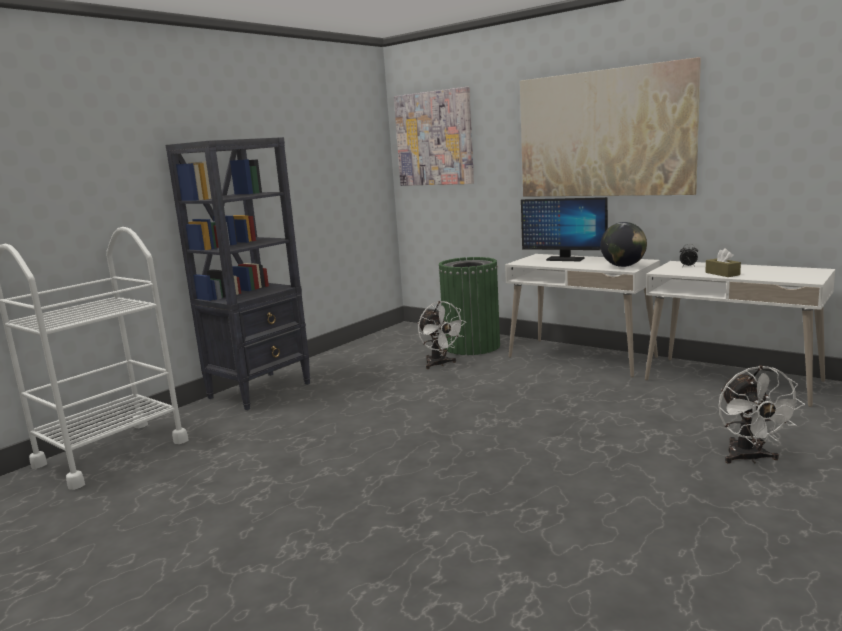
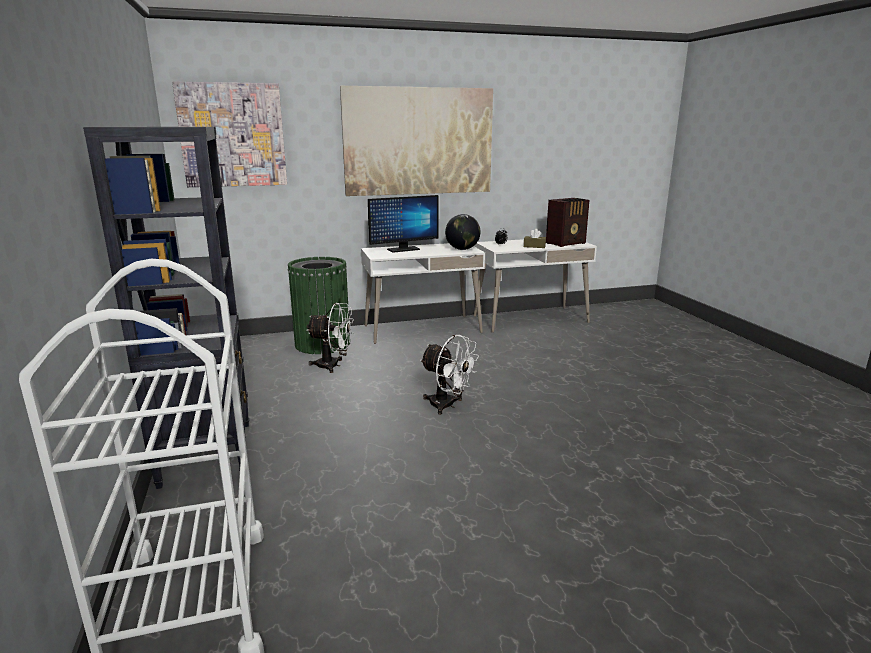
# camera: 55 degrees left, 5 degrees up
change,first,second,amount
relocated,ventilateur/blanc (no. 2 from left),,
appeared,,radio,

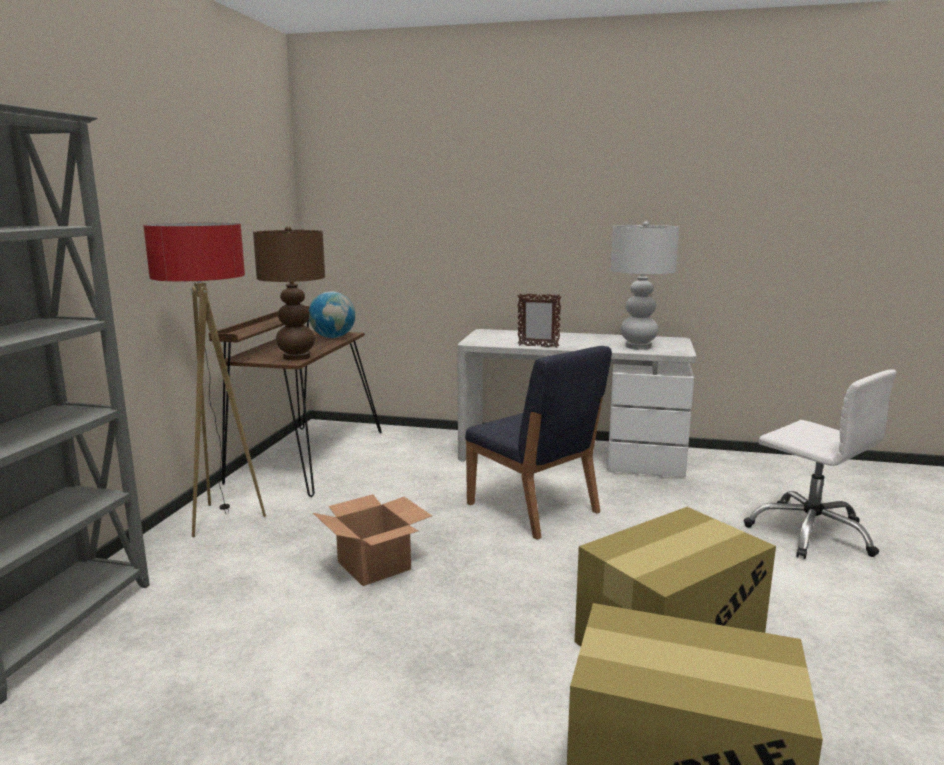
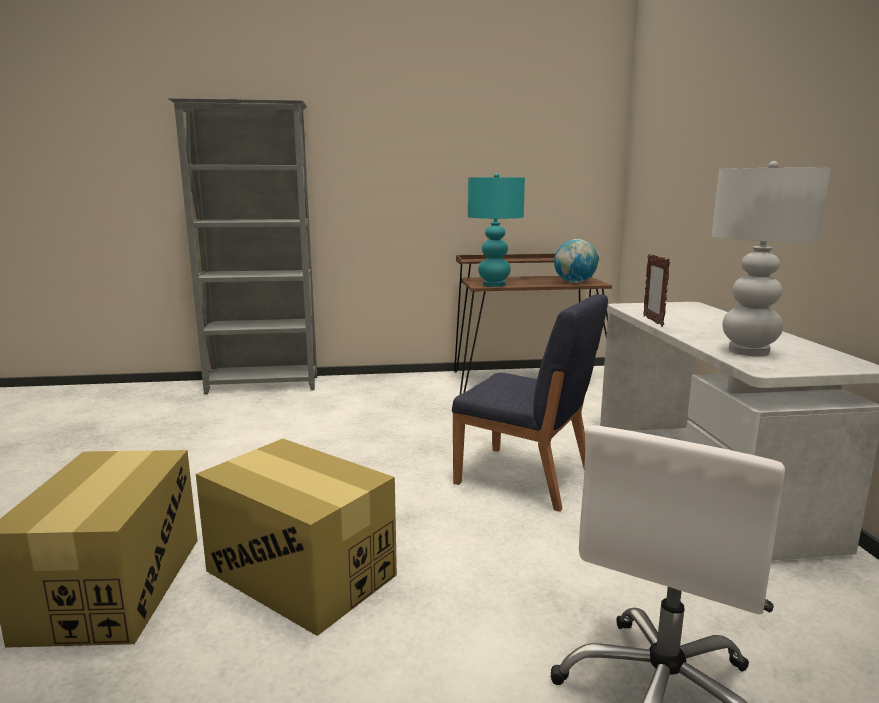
# camera: 70 degrees right, 0 degrees up
change,first,second,amount
spun,chaise/bleu,,90 degrees counterclockwise
colour,lampe de table/marron,lampe de table/turquoise,
missing,lampadaire,,
missing,carton (no. 1 from left),,

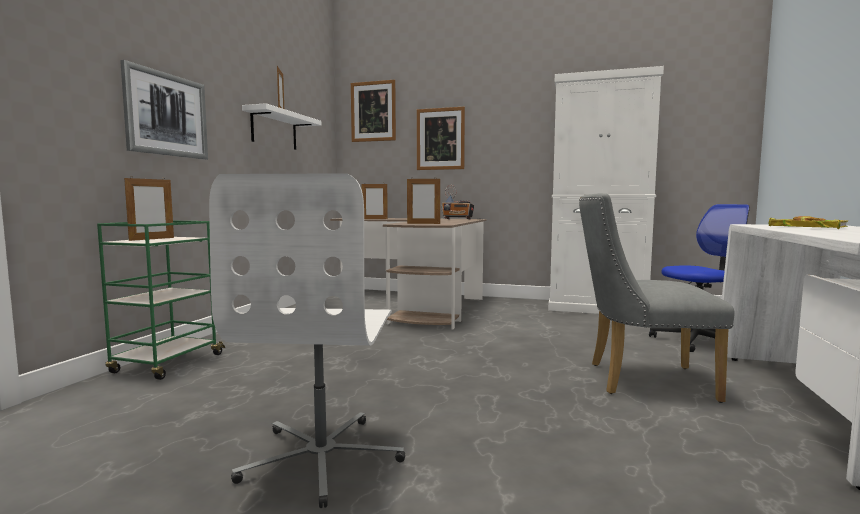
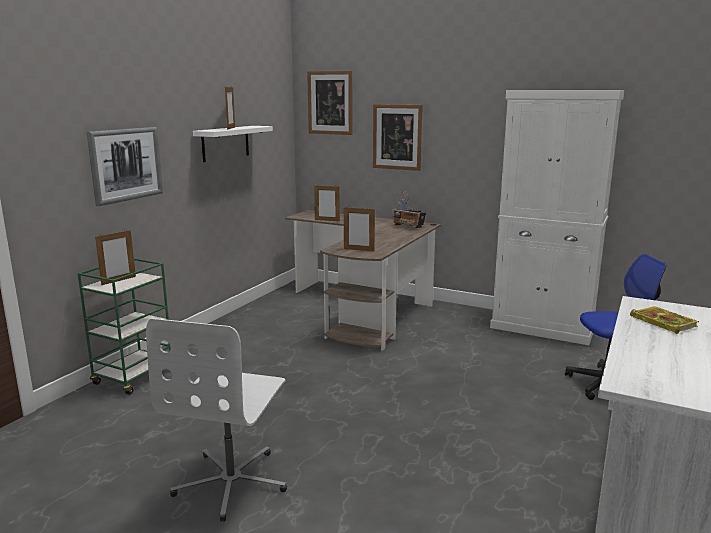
# camera: 10 degrees right, 10 degrees up
change,first,second,amount
missing,chaise/gris,,

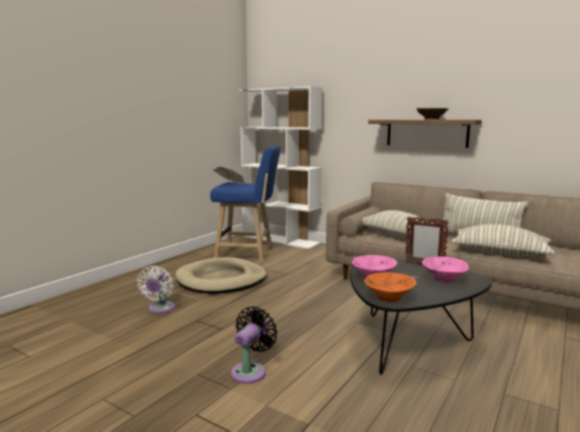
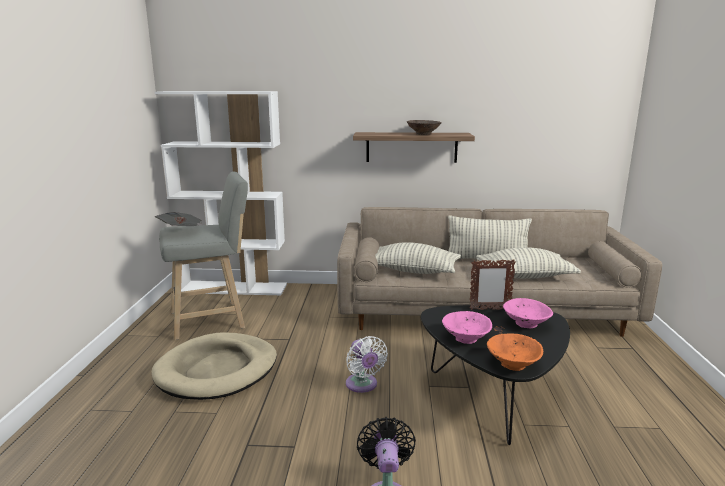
# camera: 30 degrees left, 5 degrees up
change,first,second,amount
colour,tabouret/bleu,tabouret/gris,
relocated,ventilateur/blanc,,

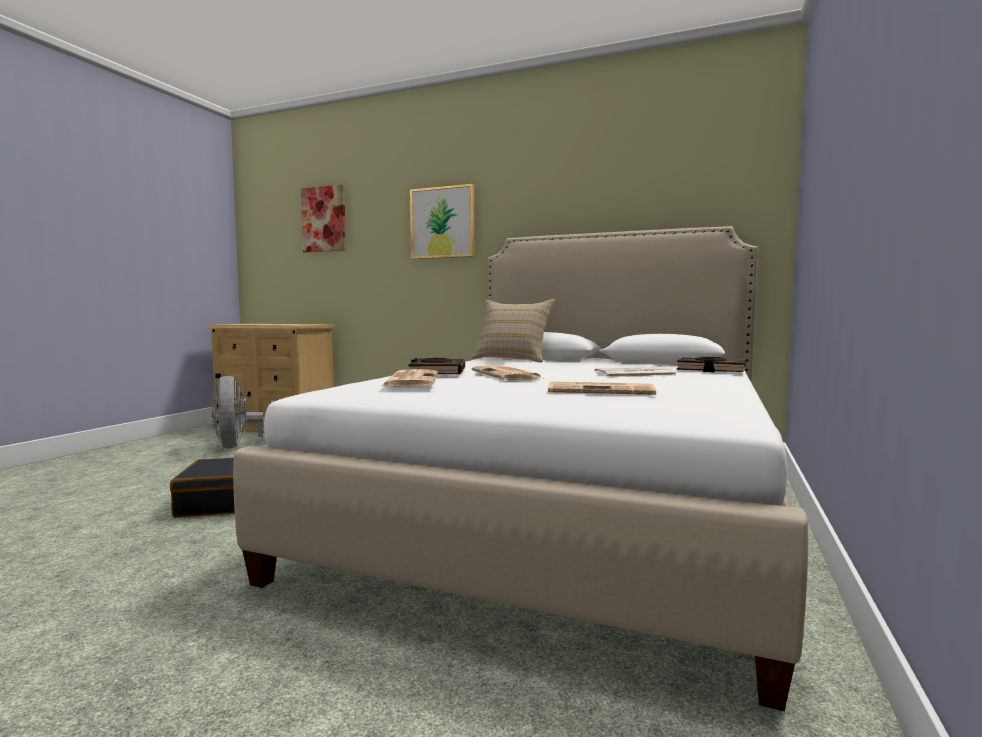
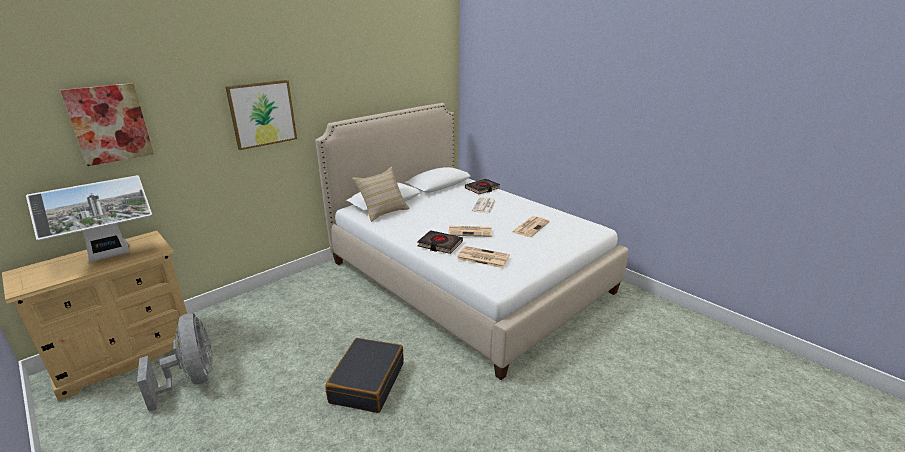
# camera: 65 degrees left, 20 degrees up
change,first,second,amount
appeared,,écran d'ordinateur,
spun,ventilateur/gris,,120 degrees counterclockwise

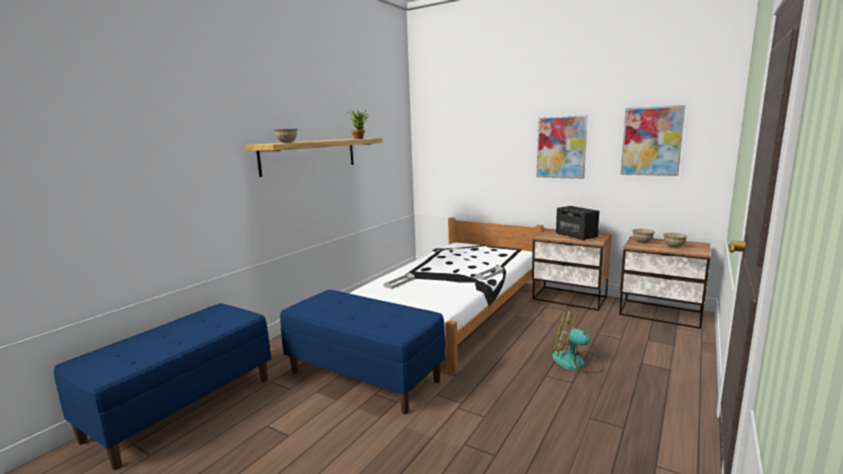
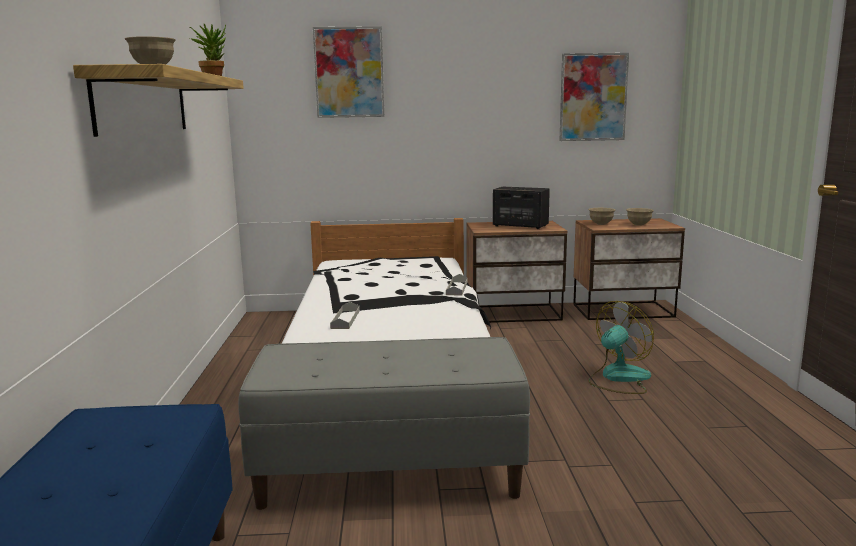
# camera: 35 degrees left, 0 degrees up
change,first,second,amount
colour,banc/bleu (no. 2 from left),banc/gris,
relocated,tableau (no. 1 from left),,
spun,ventilateur,,150 degrees clockwise

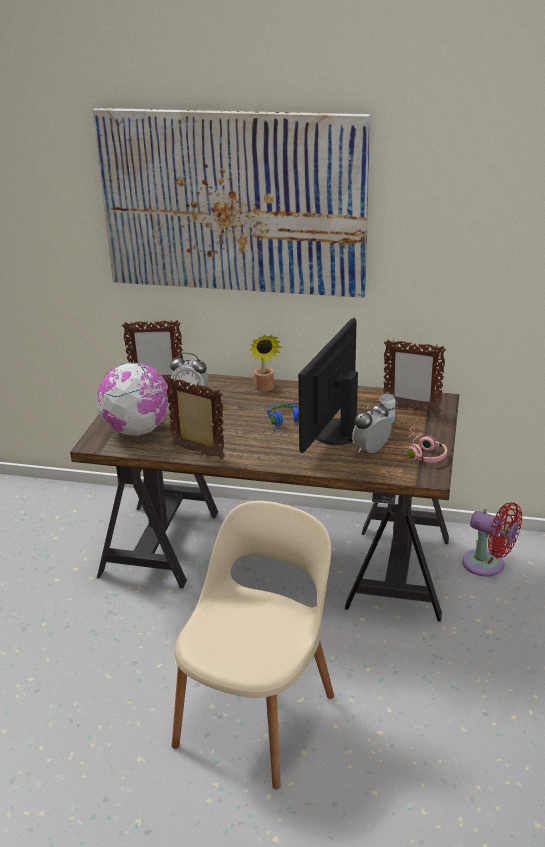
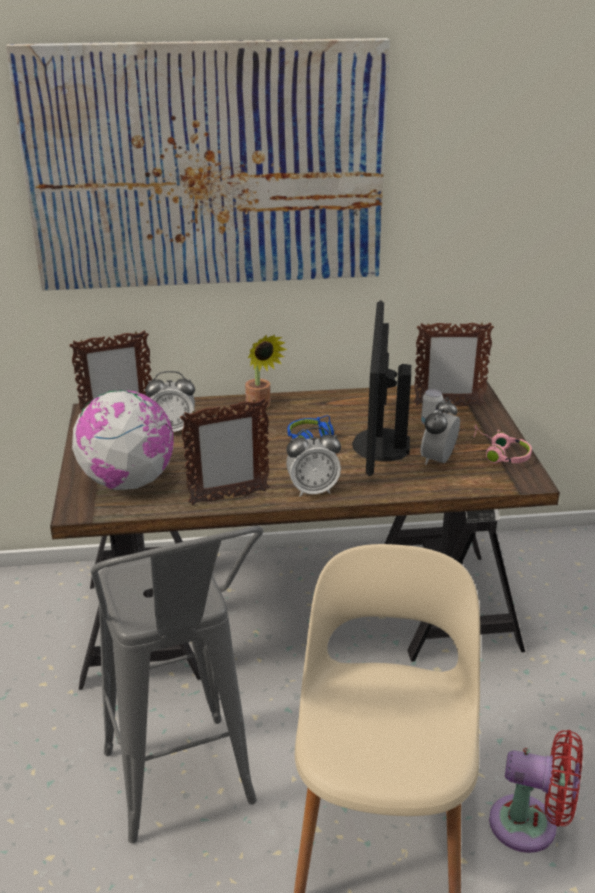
# camera: 20 degrees left, 0 degrees up
change,first,second,amount
appeared,,tabouret/gris,
spun,cadre photo (no. 2 from left),,150 degrees clockwise
appeared,,réveil (no. 2 from left),
relocated,ventilateur/rouge,,

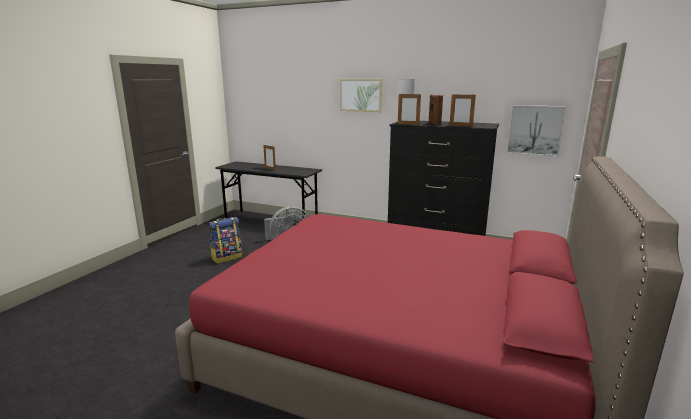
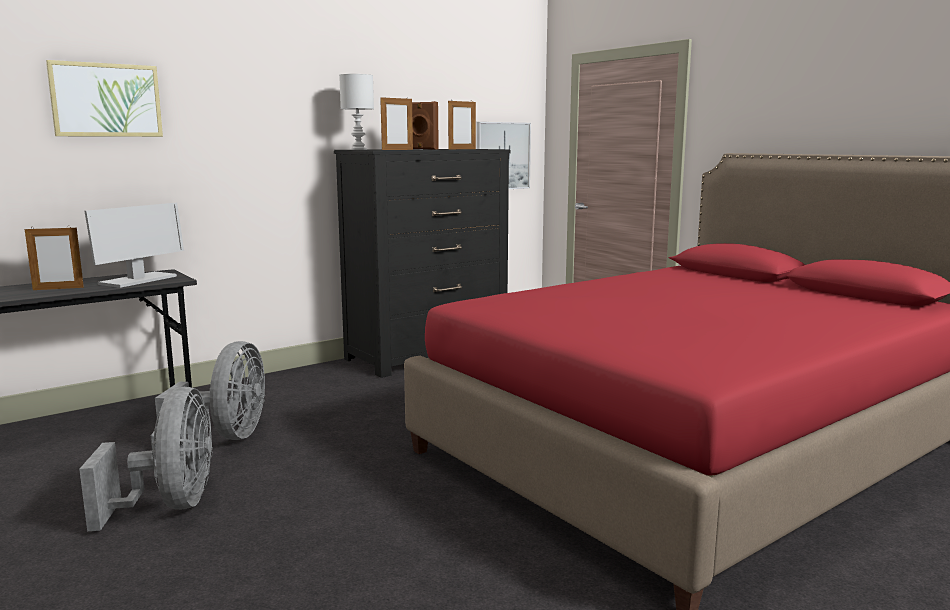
# camera: 60 degrees left, 5 degrees down
change,first,second,amount
relocated,tableau (no. 1 from left),,
exchanged,sac à dos,ventilateur/gris (no. 1 from left),
appeared,,écran d'ordinateur,

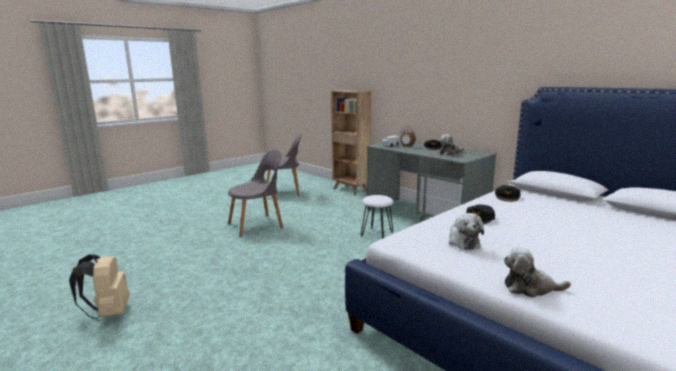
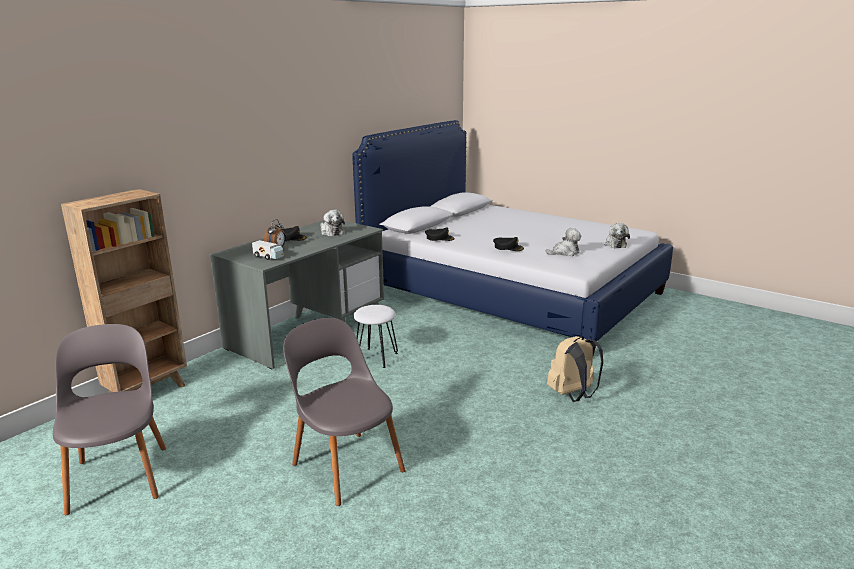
# camera: 100 degrees left, 5 degrees up
change,first,second,amount
relocated,sac à dos/beige,,

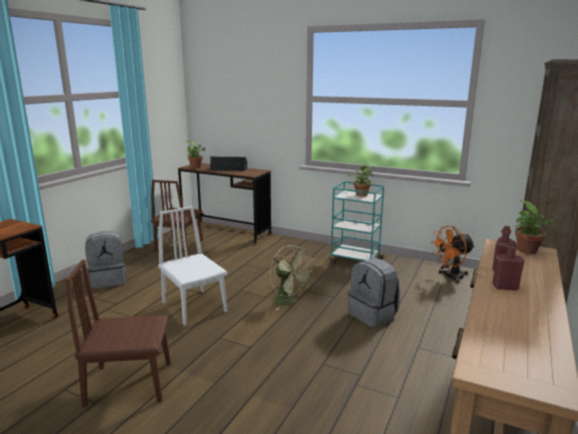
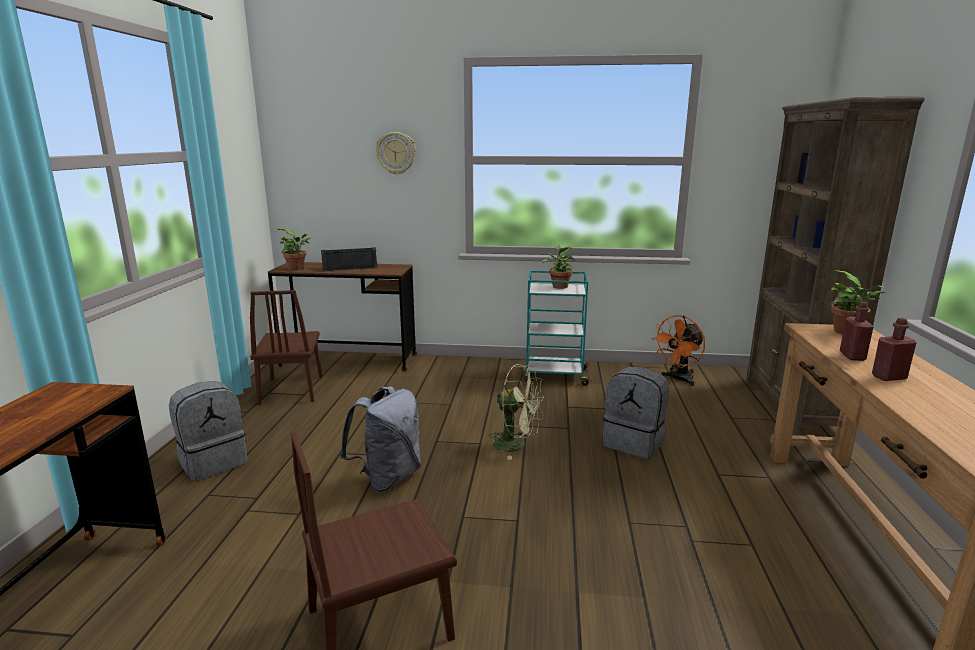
# camera: 20 degrees left, 0 degrees up
change,first,second,amount
exchanged,chaise/blanc,sac à dos/gris (no. 2 from left),
appeared,,horloge murale,

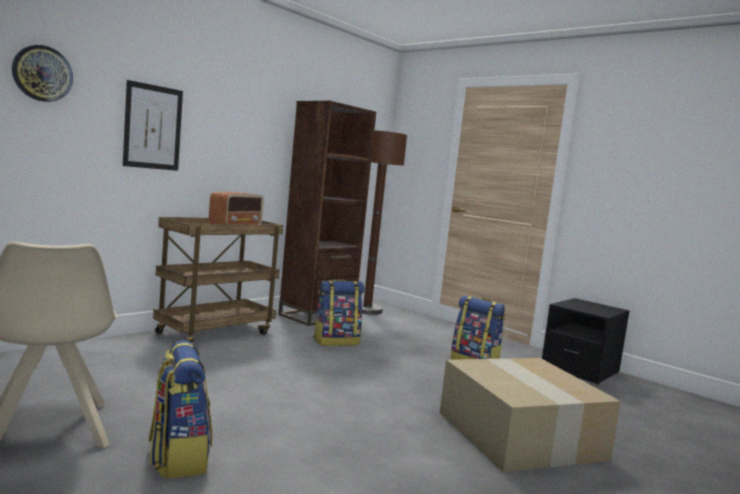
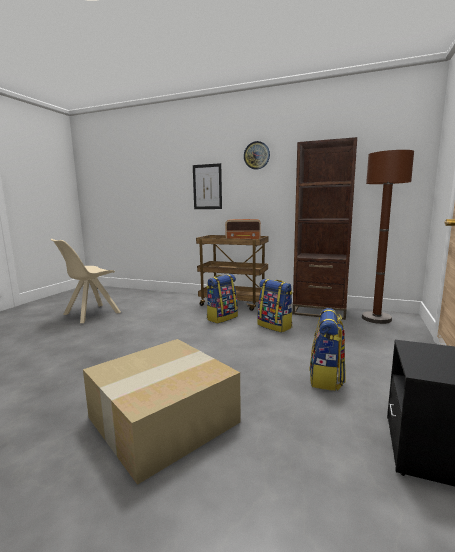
# camera: 70 degrees right, 5 degrees up
change,first,second,amount
relocated,sac à dos (no. 1 from left),,
relocated,horloge murale,,

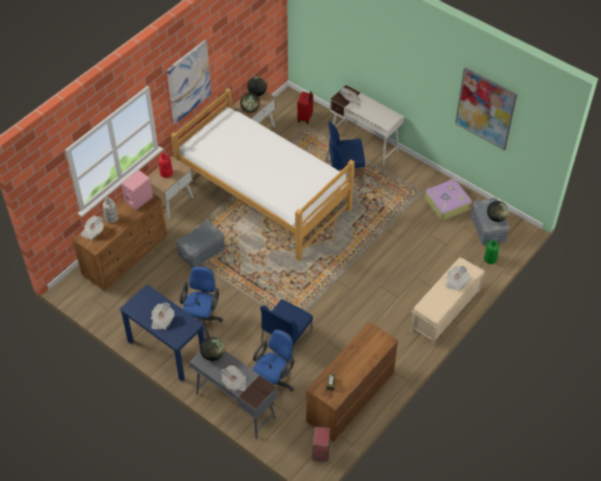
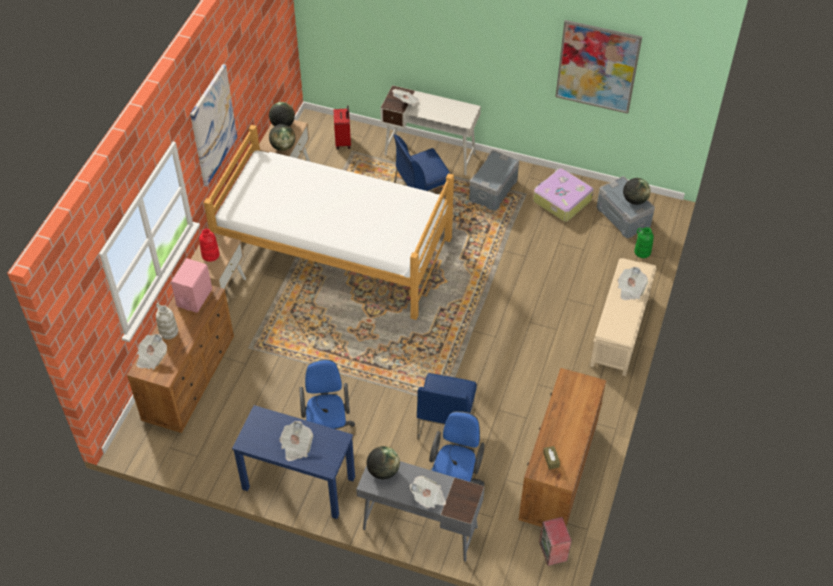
# camera: 20 degrees left, 0 degrees up
change,first,second,amount
relocated,boîte de rangement/gris (no. 1 from left),,

